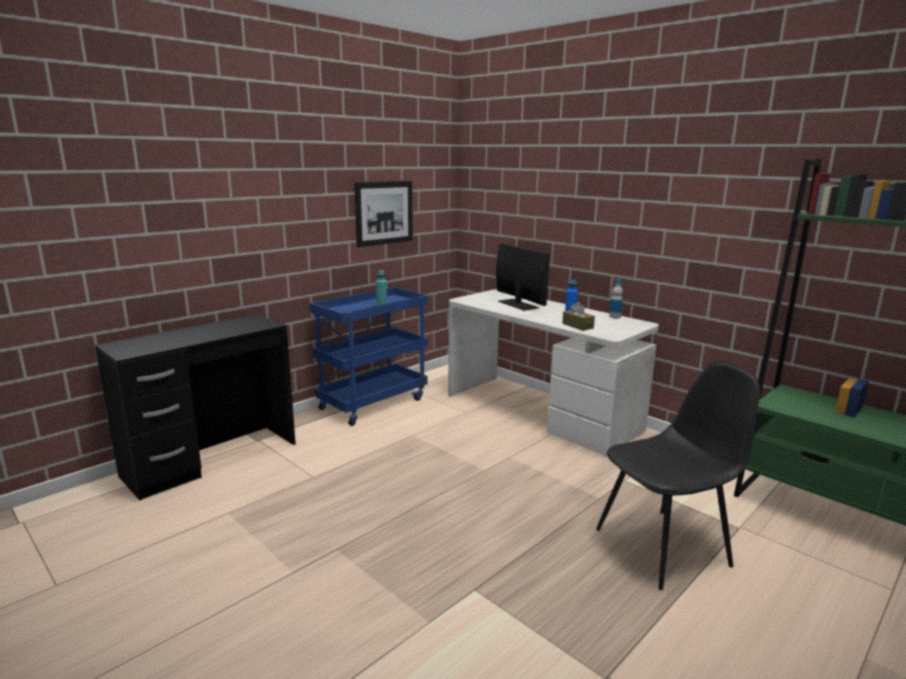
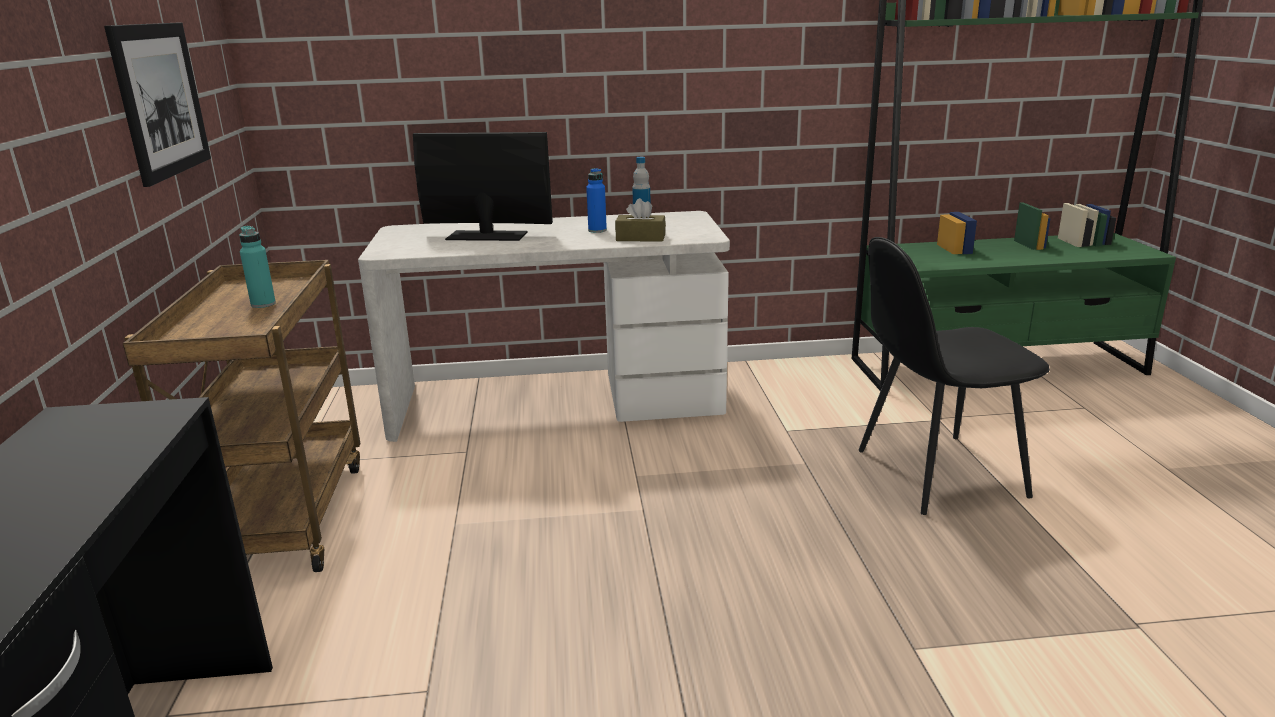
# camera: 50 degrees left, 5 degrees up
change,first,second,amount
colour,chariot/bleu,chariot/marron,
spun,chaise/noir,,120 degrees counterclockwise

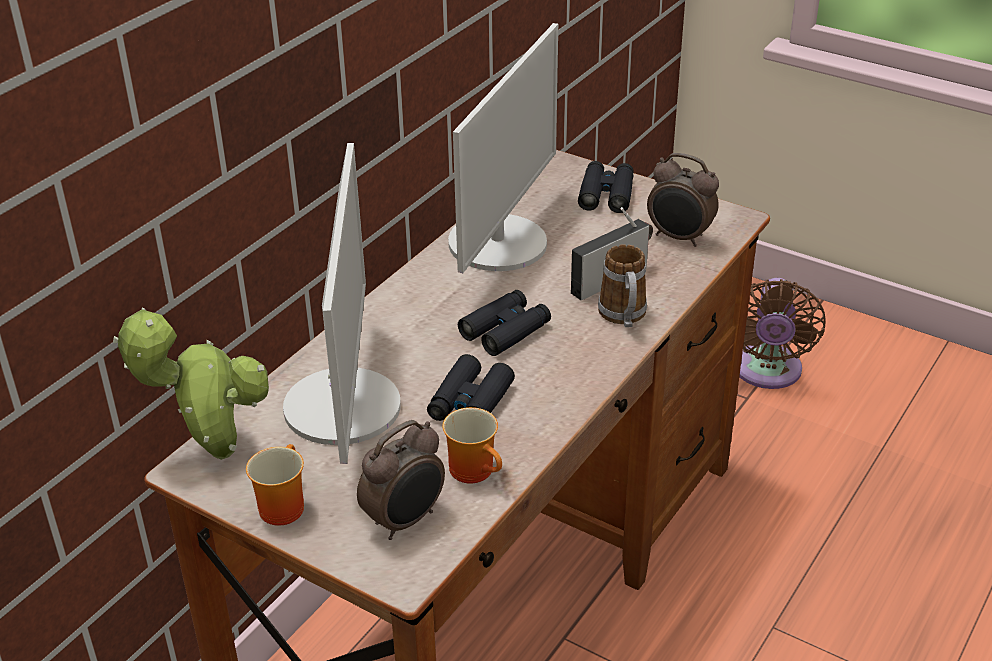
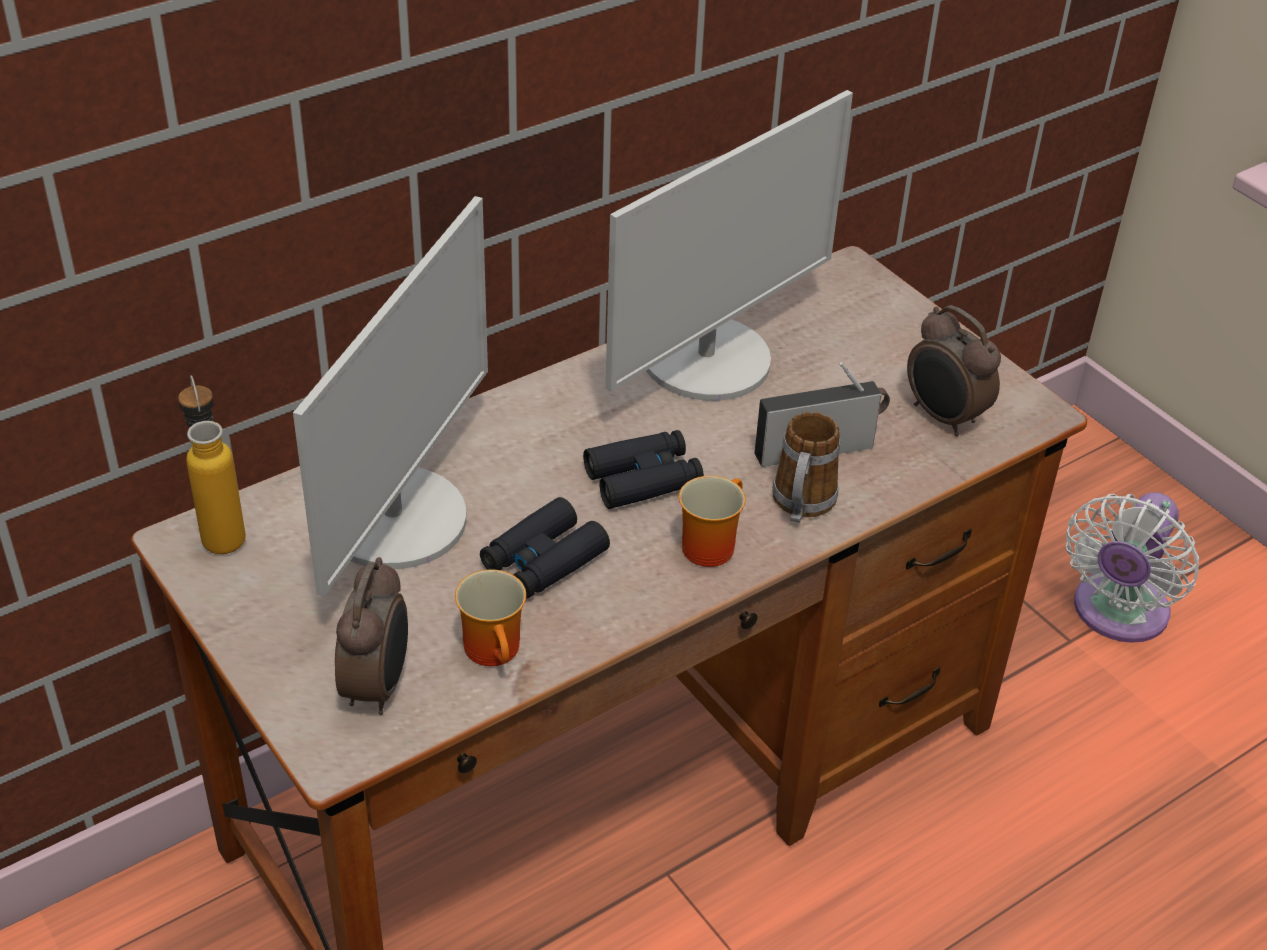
# camera: 20 degrees right, 5 degrees up
change,first,second,amount
exchanged,plante en pot,bouteille,
spun,réveil (no. 1 from left),,60 degrees counterclockwise
relocated,mug (no. 1 from left in the first image),mug (no. 2 from left),
colour,ventilateur/marron,ventilateur/blanc,
missing,jumelles/noir (no. 3 from left),,

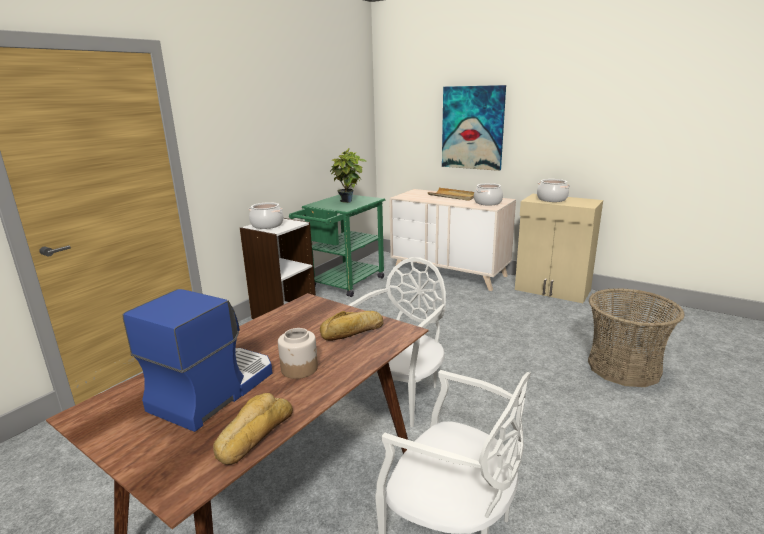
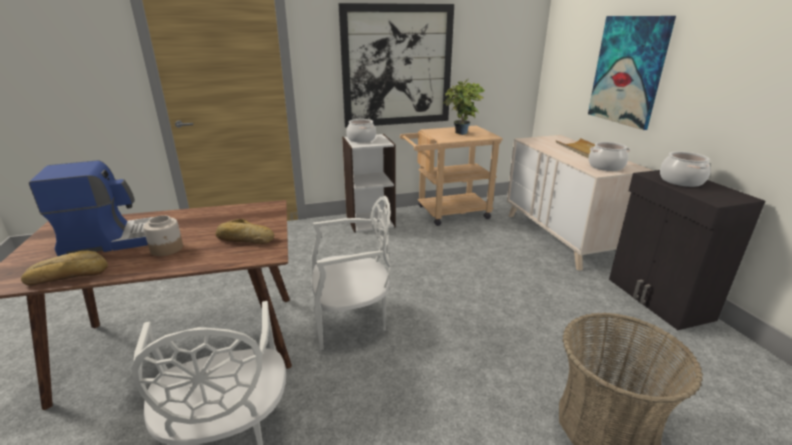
# camera: 40 degrees right, 5 degrees up
change,first,second,amount
appeared,,tableau (no. 1 from left),
colour,chariot/vert,chariot/beige,
colour,meuble de rangement/beige,meuble de rangement/noir,

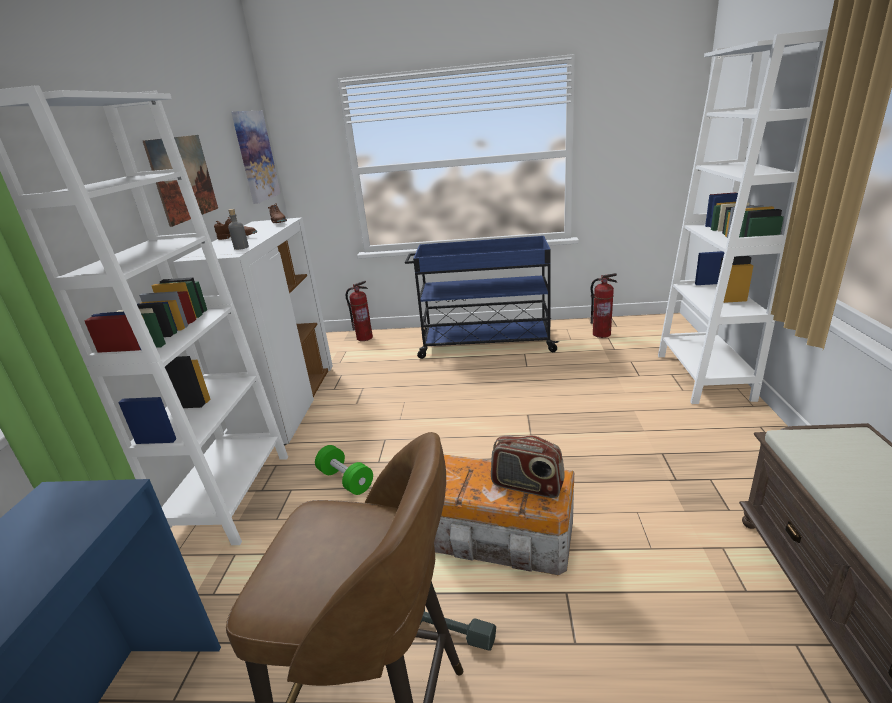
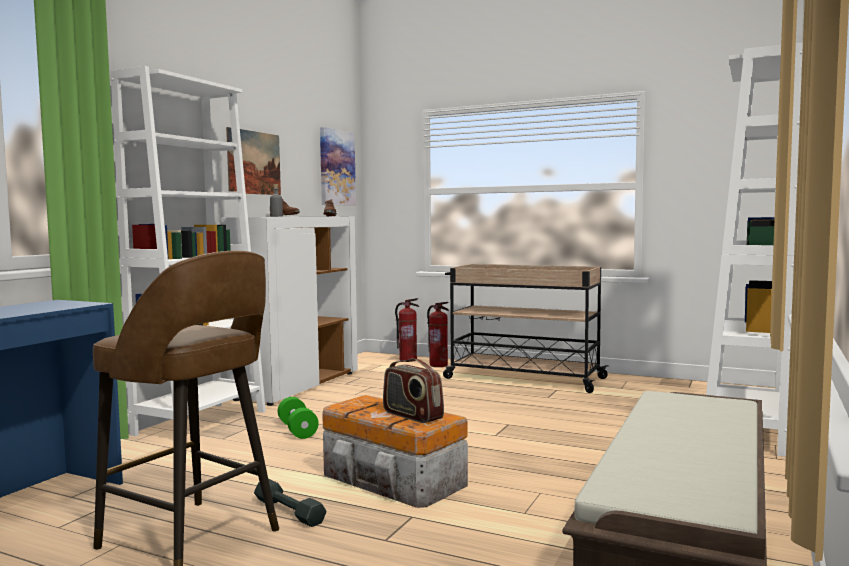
# camera: 20 degrees right, 20 degrees down
change,first,second,amount
relocated,extincteur (no. 2 from left),,
colour,chariot/bleu,chariot/beige,

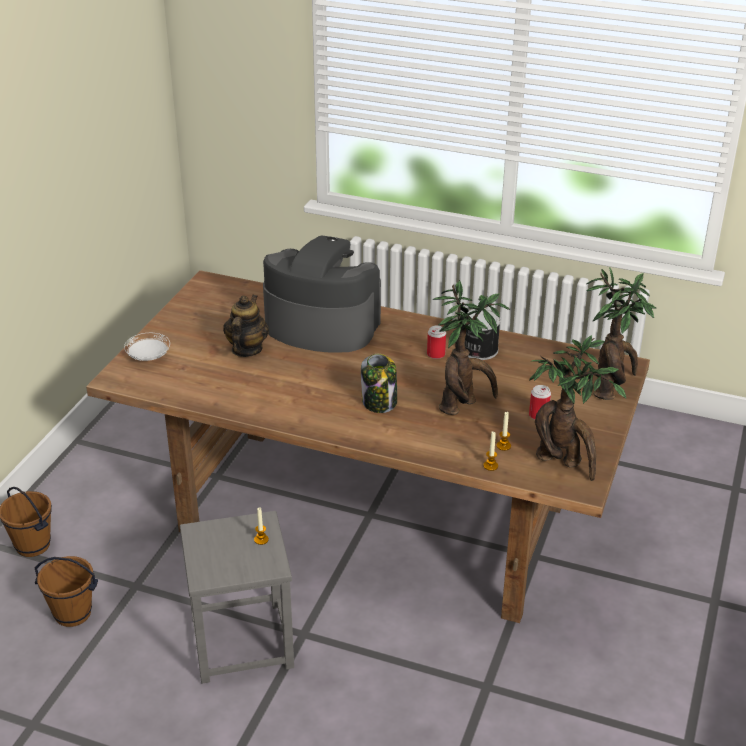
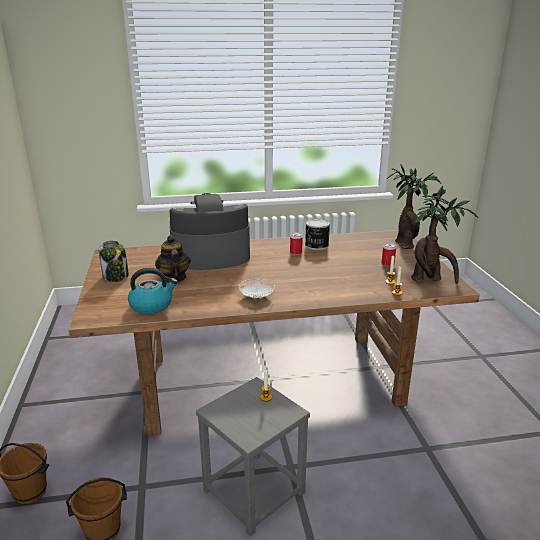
# camera: 30 degrees left, 10 degrees down
change,first,second,amount
relocated,bocal,,
appeared,,bouilloire,
relocated,assiette/blanc,,
missing,plante en pot (no. 1 from left),,

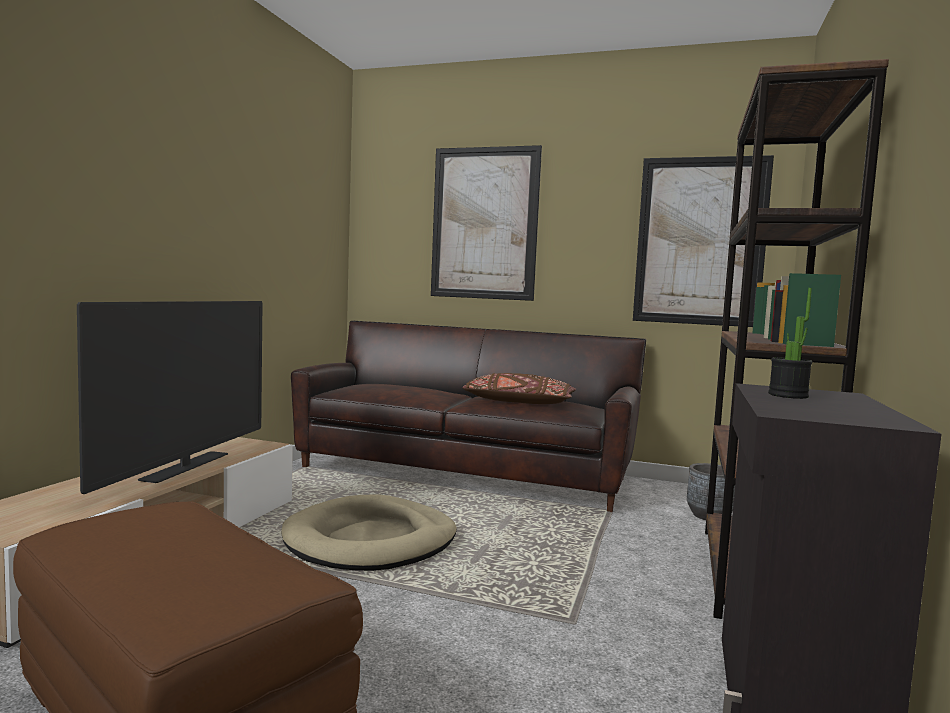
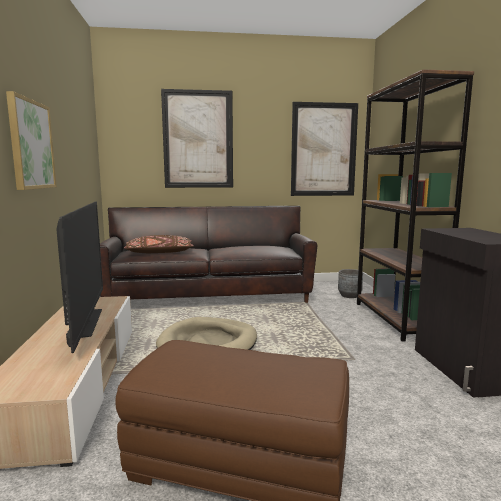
# camera: 25 degrees left, 5 degrees up
change,first,second,amount
appeared,,tableau (no. 1 from left),
relocated,coussin/marron,,
missing,plante en pot,,

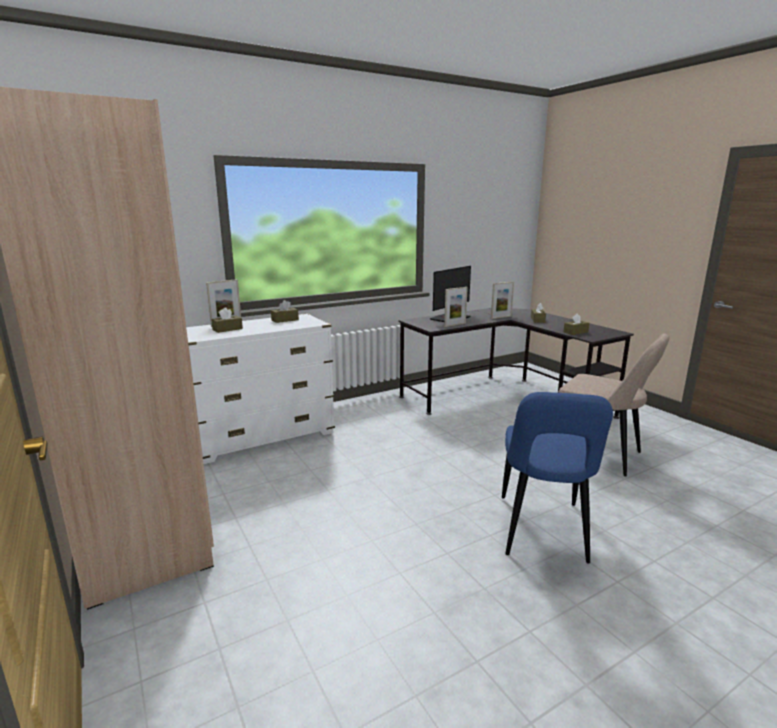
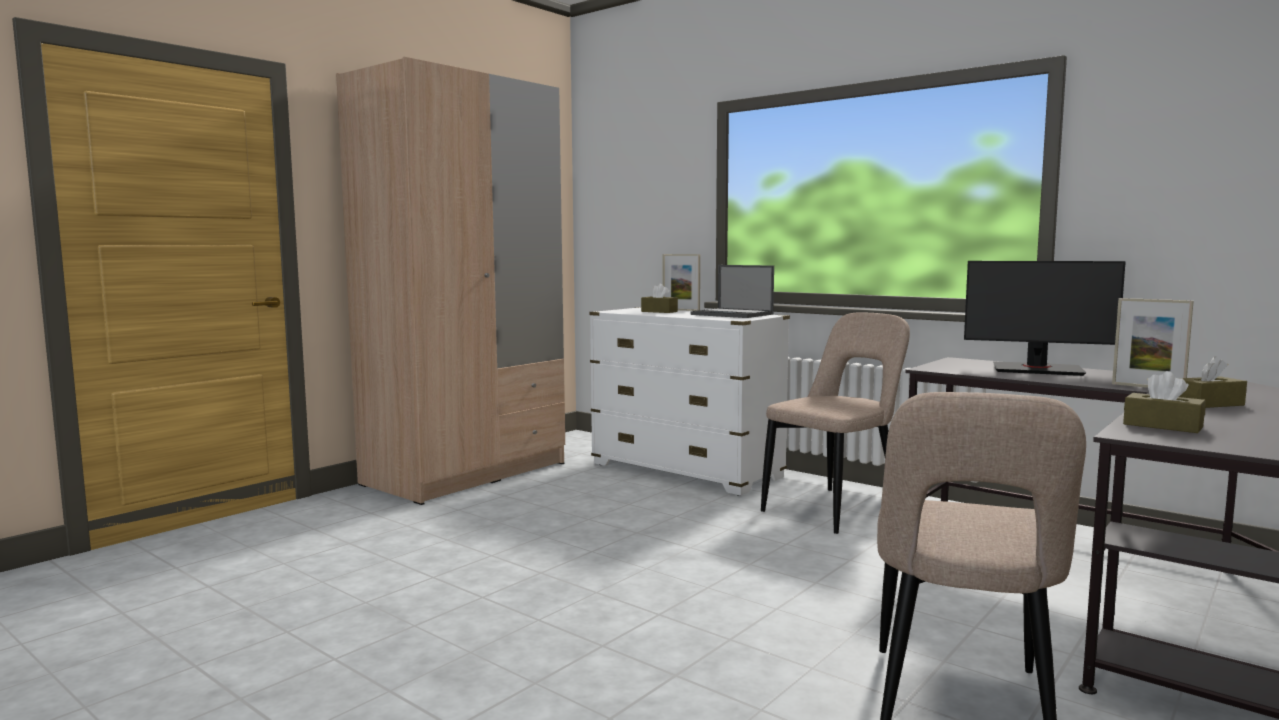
# camera: 70 degrees right, 10 degrees down
change,first,second,amount
exchanged,boîte à mouchoirs/marron (no. 2 from left),ordinateur portable,
appeared,,chaise/beige (no. 1 from left),
missing,cadre photo (no. 2 from left),,
missing,chaise/bleu,,

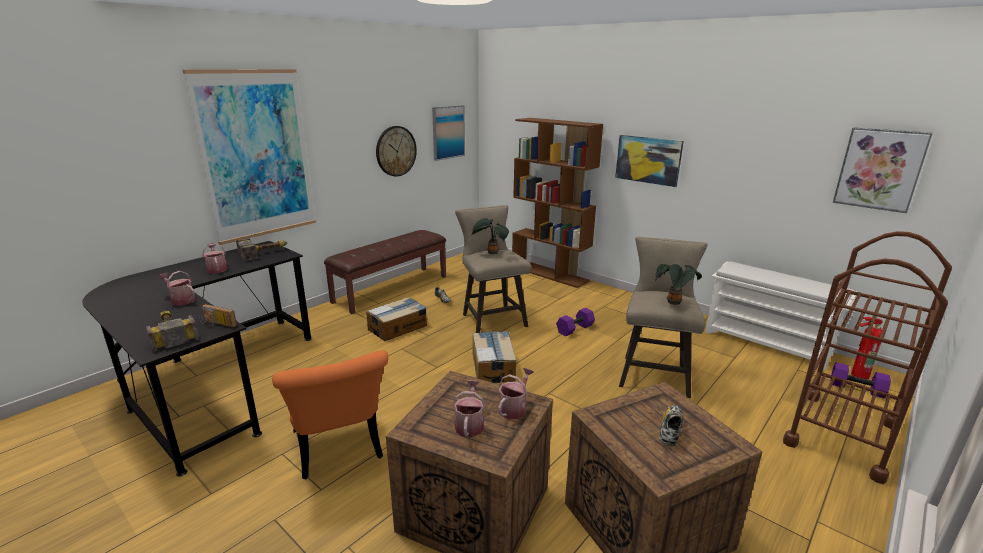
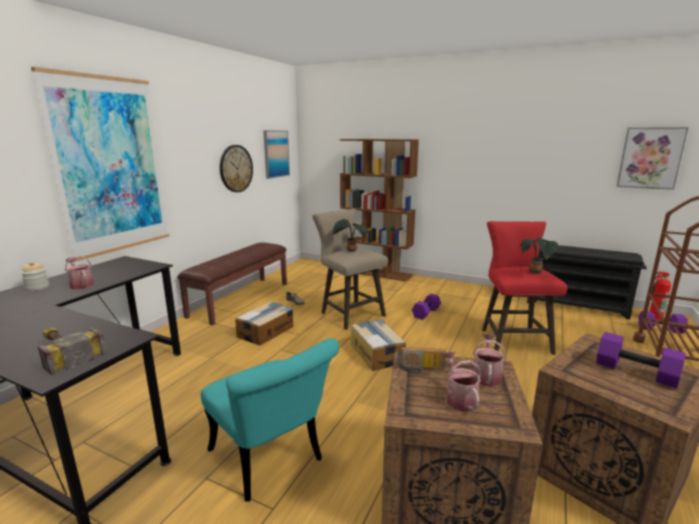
# camera: 15 degrees left, 5 degrees down
change,first,second,amount
appeared,,bocal,
colour,chaise/orange,chaise/turquoise,
relocated,radio,,
colour,tabouret/beige (no. 2 from left),tabouret/rouge,
colour,étagère à chaussures/blanc,étagère à chaussures/noir,
exchanged,chaussure (no. 2 from left),haltère/violet (no. 2 from left),
missing,arrosoir (no. 1 from left),,
missing,marteau (no. 2 from left),,
missing,tableau (no. 3 from left),,

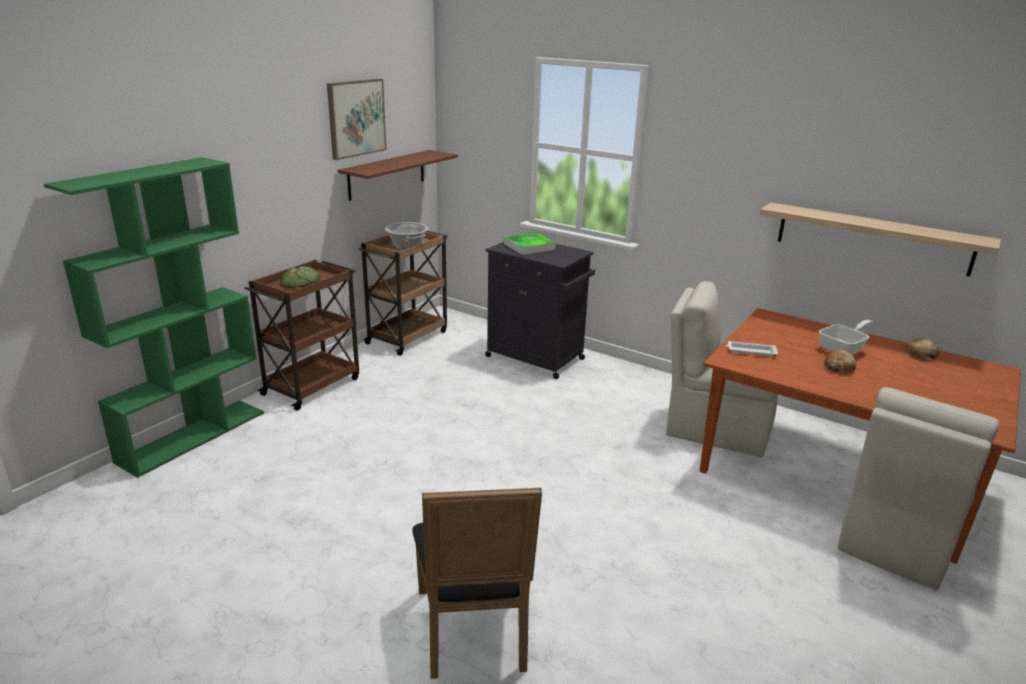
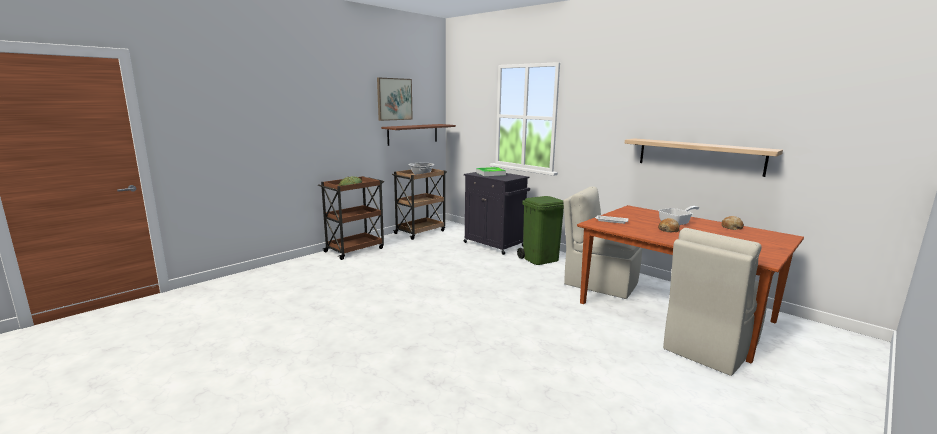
# camera: 10 degrees right, 10 degrees down
change,first,second,amount
appeared,,poubelle/vert,
missing,bibliothèque/vert,,
missing,chaise/noir,,

